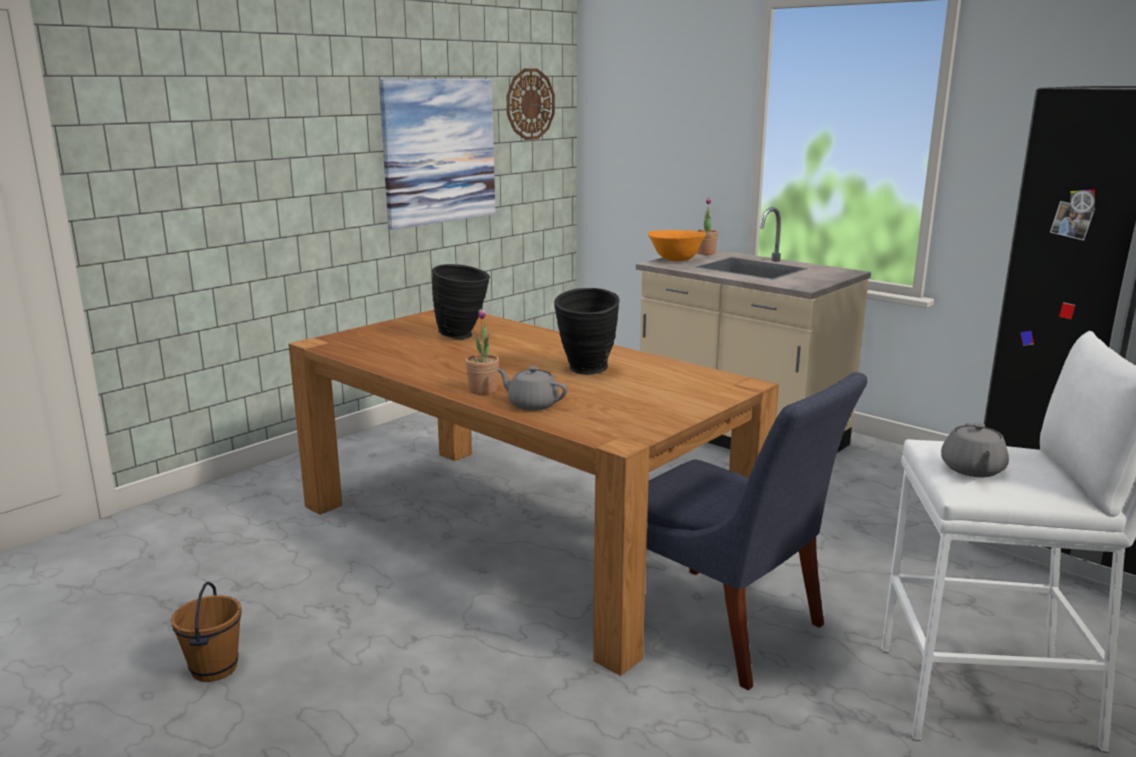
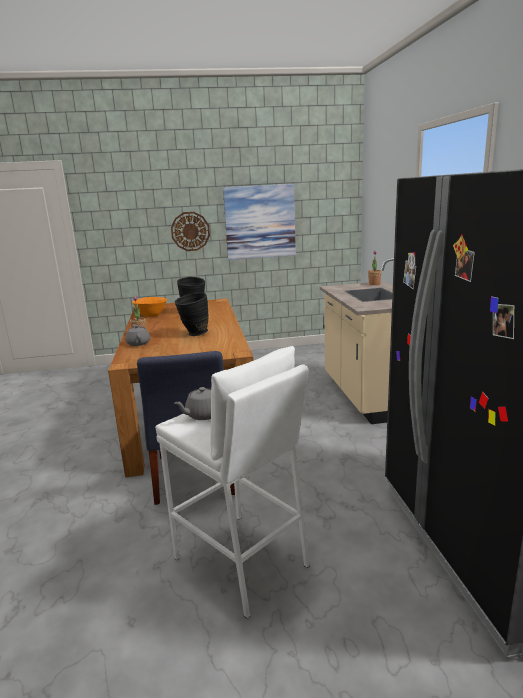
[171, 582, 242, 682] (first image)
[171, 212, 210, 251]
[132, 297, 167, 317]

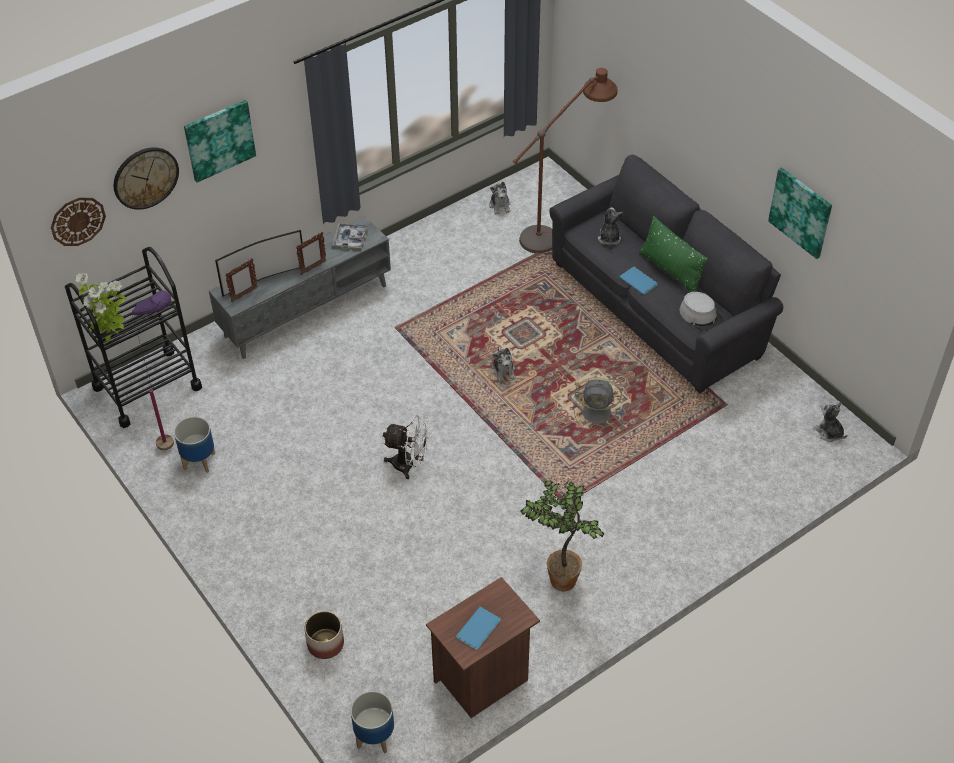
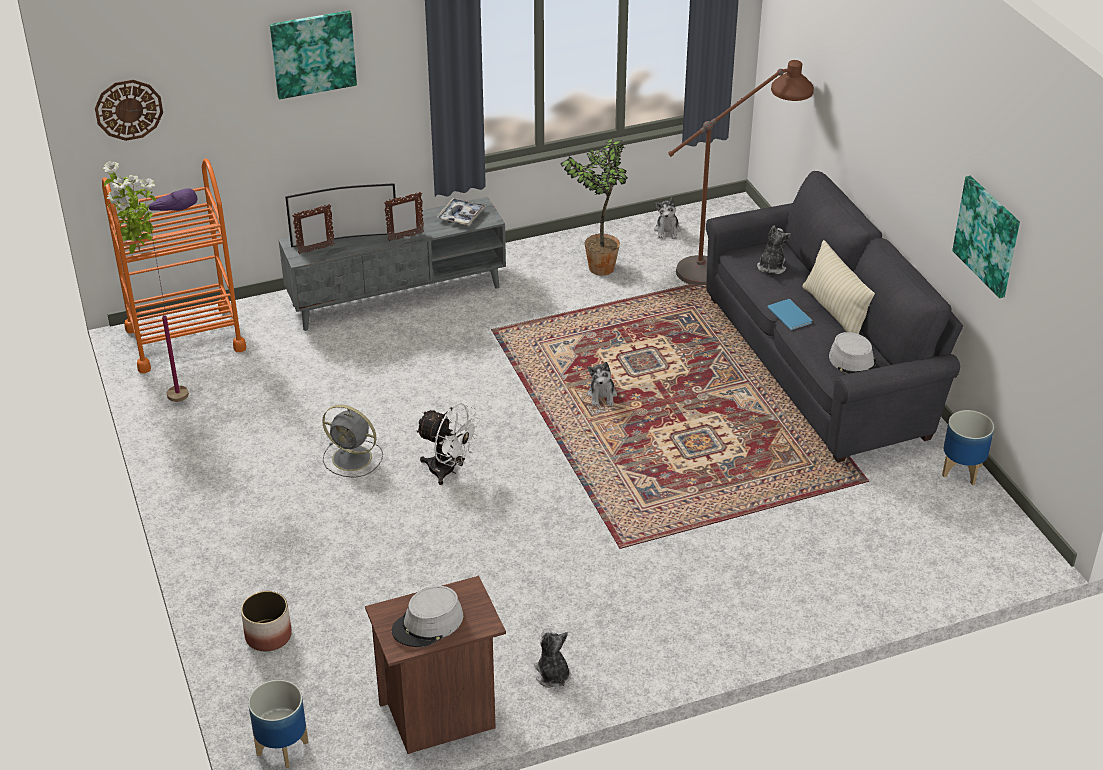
[114, 147, 179, 210] (first image)
[942, 410, 994, 485]
[560, 139, 627, 276]
[322, 405, 383, 478]
[534, 629, 571, 688]
[392, 586, 463, 647]
[102, 158, 246, 373]
[802, 240, 875, 334]

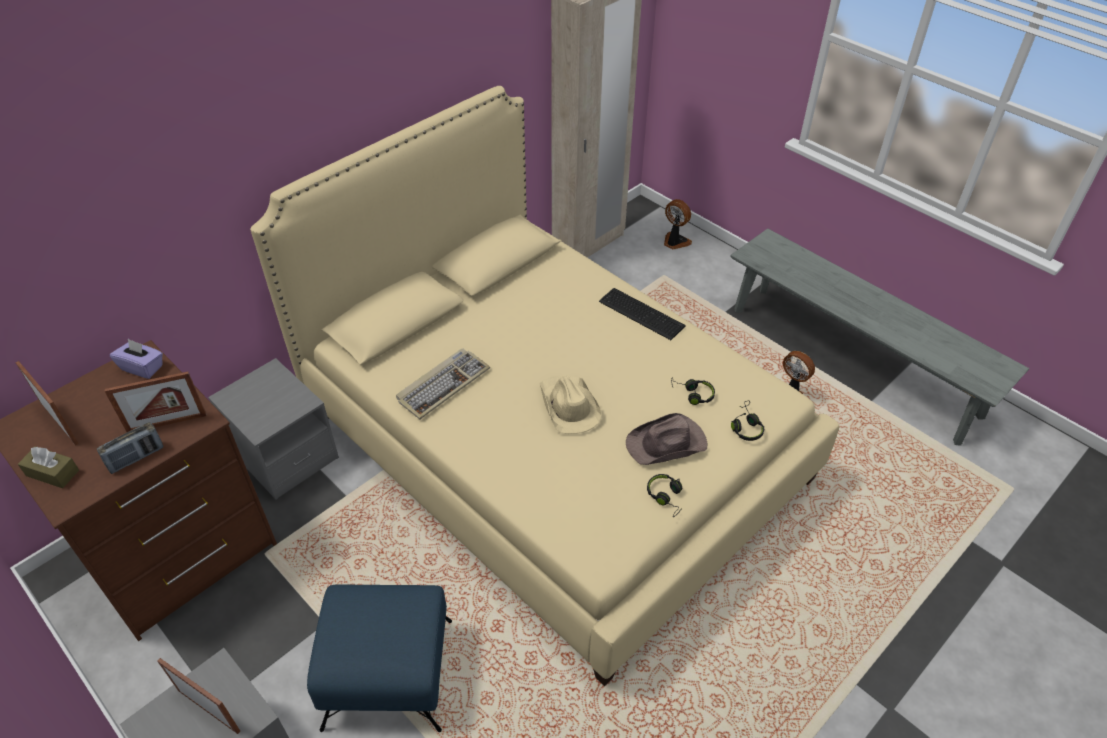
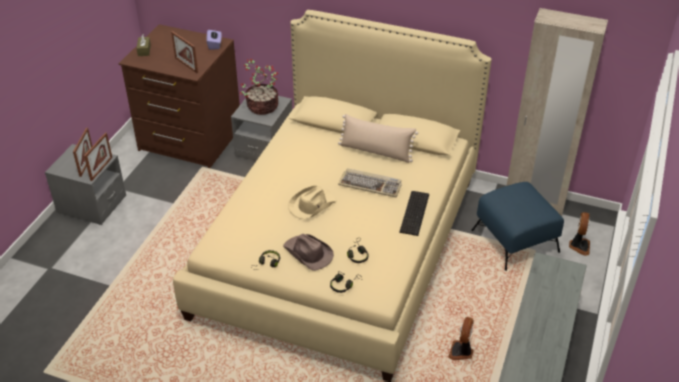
[97, 422, 163, 474] (first image)
[240, 59, 279, 115]
[338, 114, 418, 163]
[84, 132, 112, 181]
[471, 182, 564, 271]
[338, 168, 402, 197]

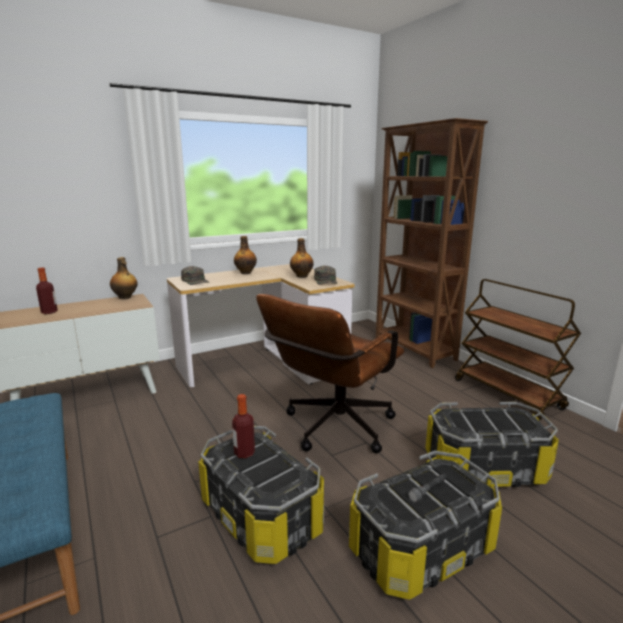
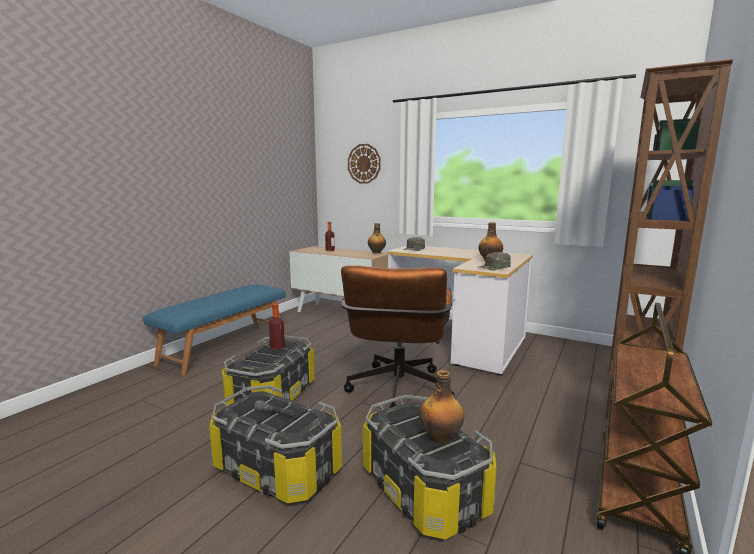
[348, 144, 381, 183]
[419, 370, 464, 445]
[341, 265, 455, 408]

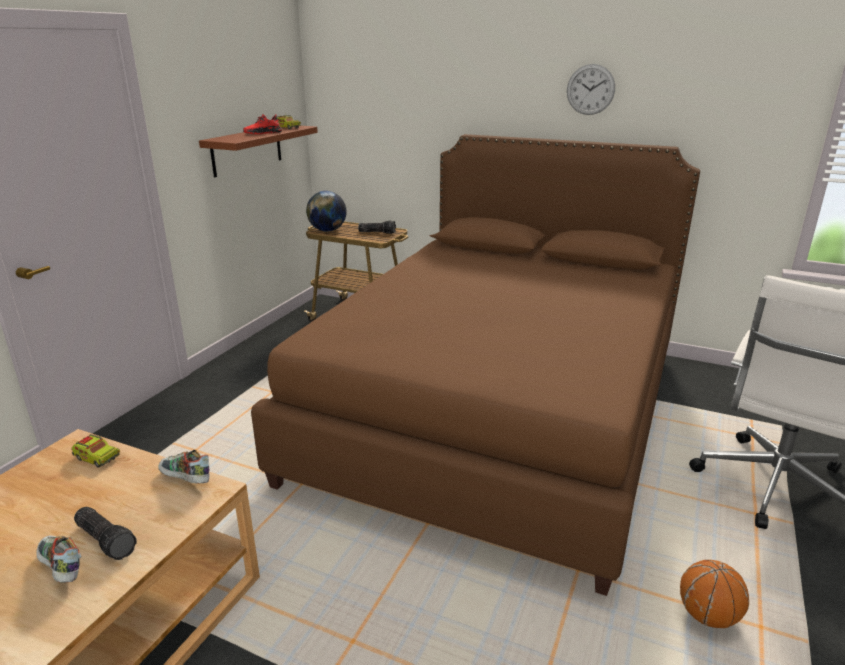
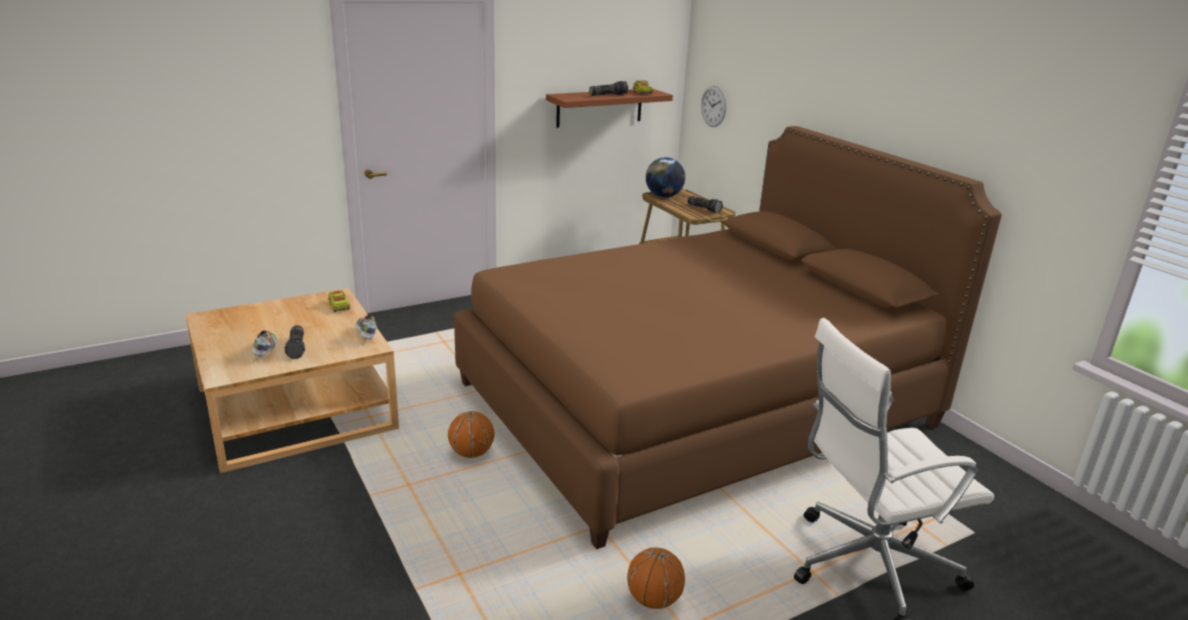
[448, 411, 495, 458]
[701, 86, 726, 127]
[589, 81, 628, 96]

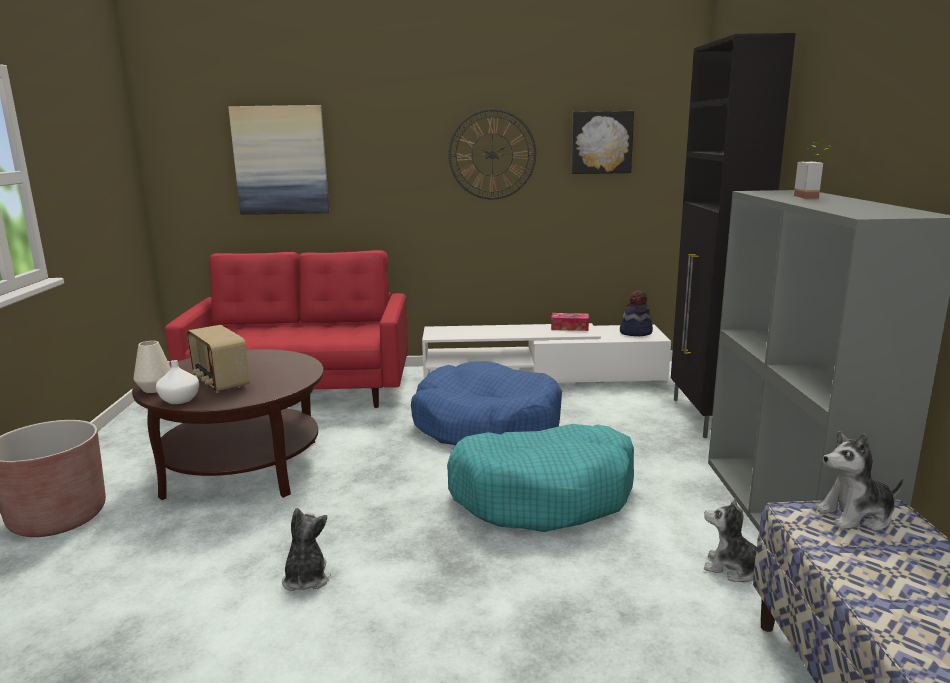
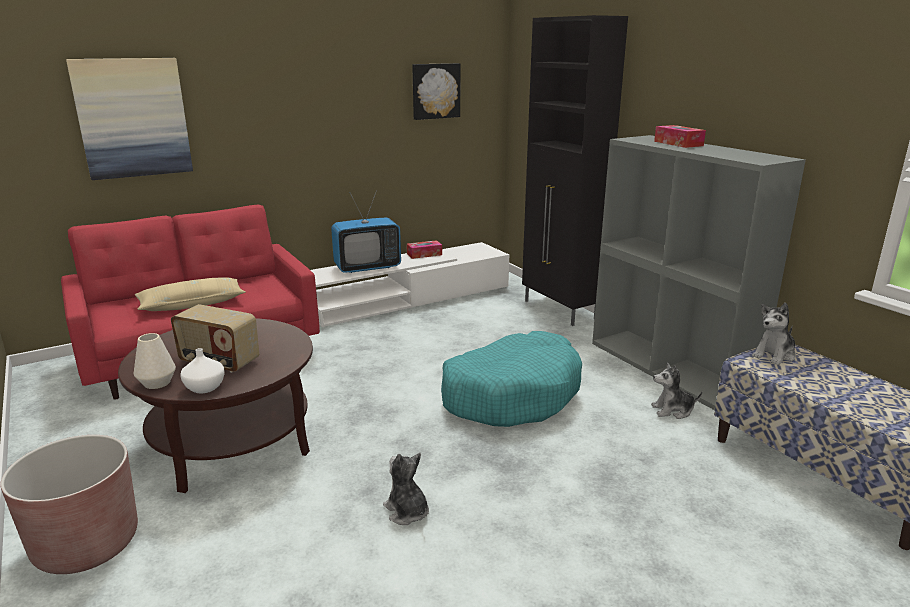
[411, 361, 562, 446] (first image)
[448, 109, 536, 200] (first image)
[620, 290, 653, 336] (first image)
[135, 277, 245, 311]
[331, 190, 401, 273]
[654, 125, 706, 148]

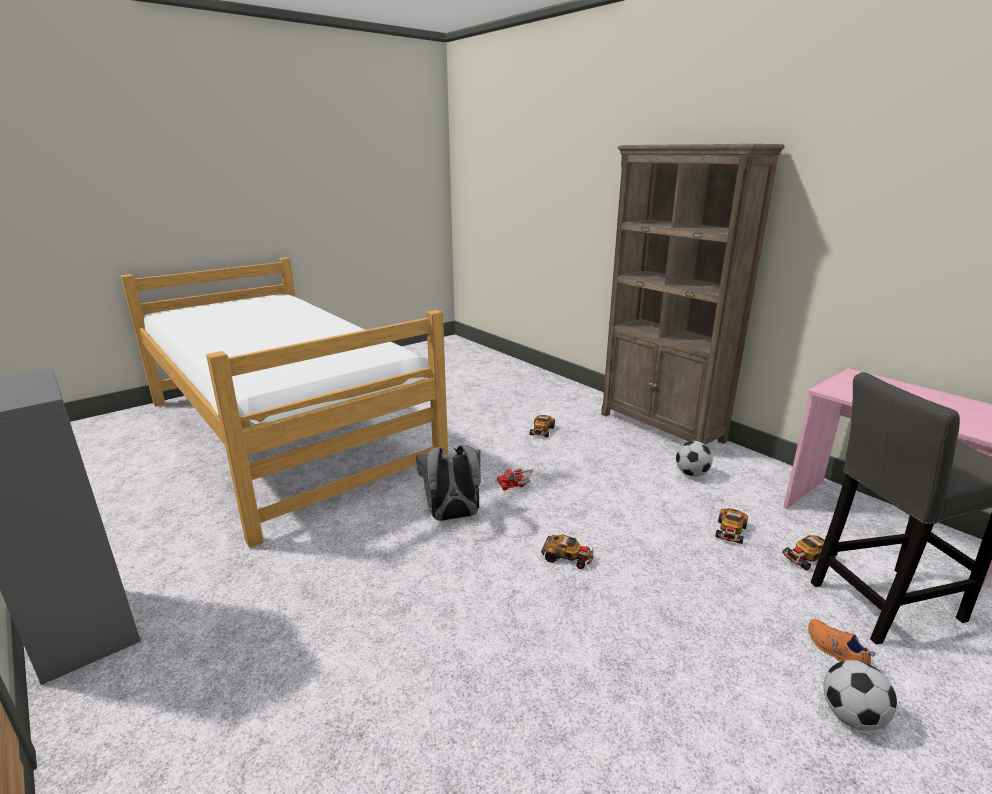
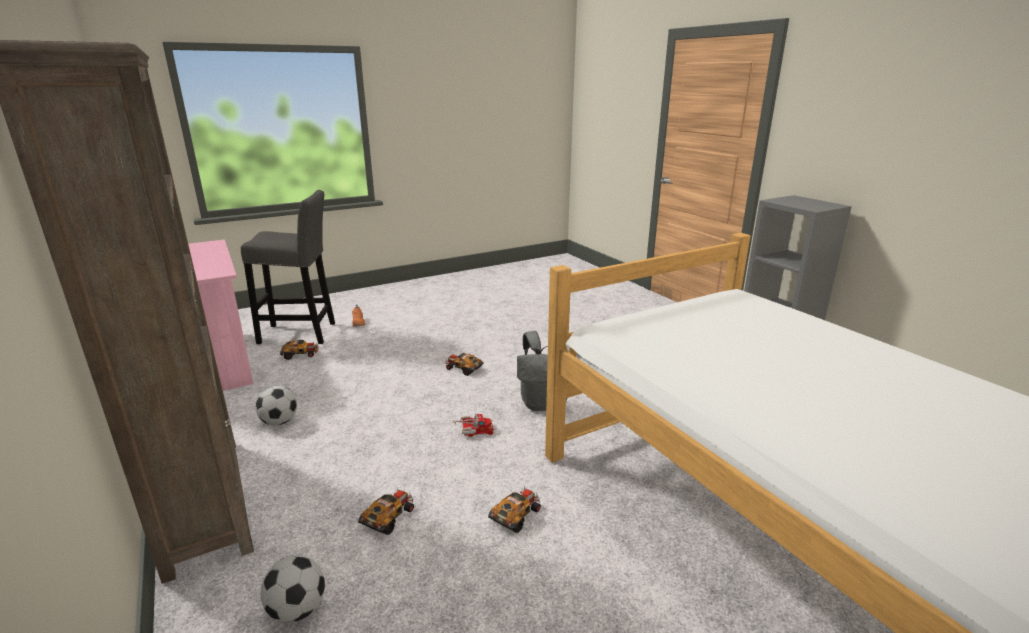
[488, 487, 542, 533]
[261, 555, 325, 622]

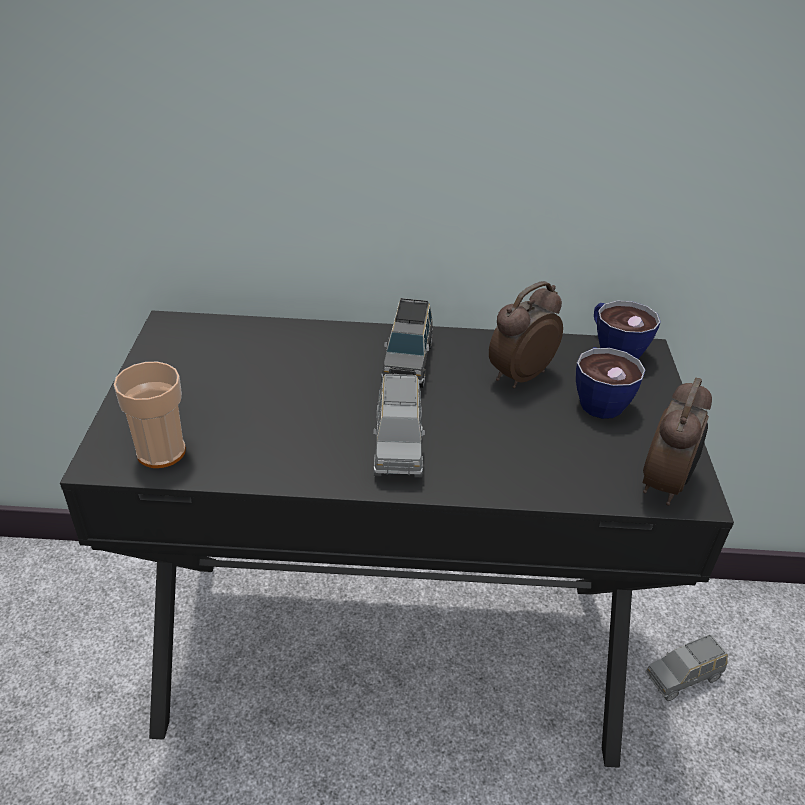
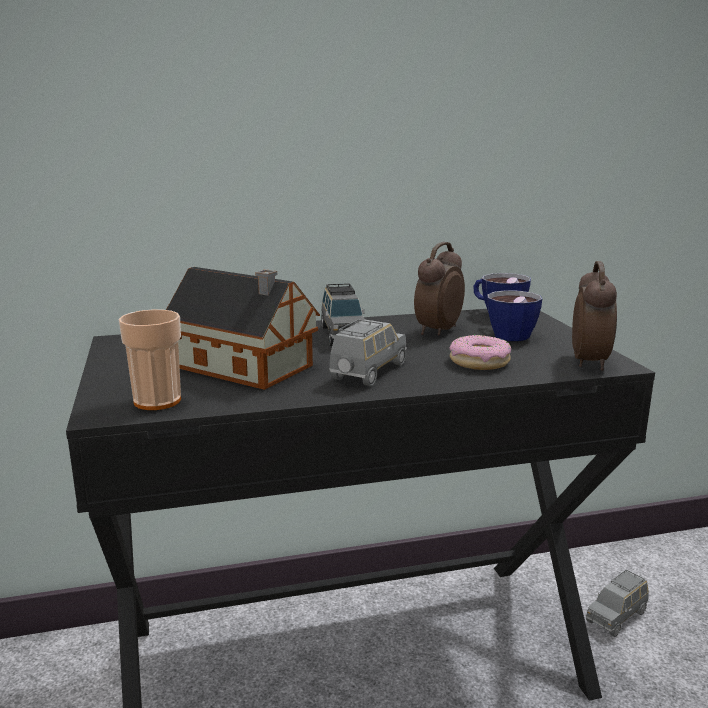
[166, 267, 320, 390]
[450, 335, 511, 370]
[329, 319, 407, 386]

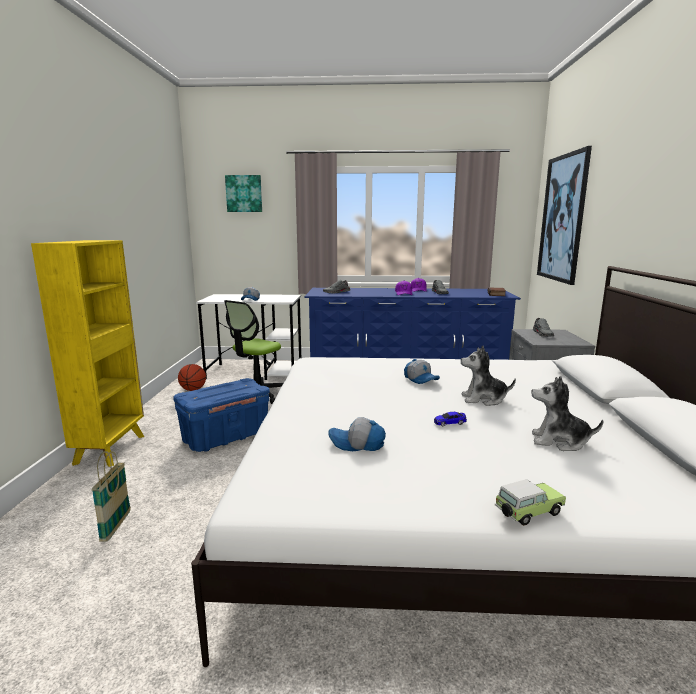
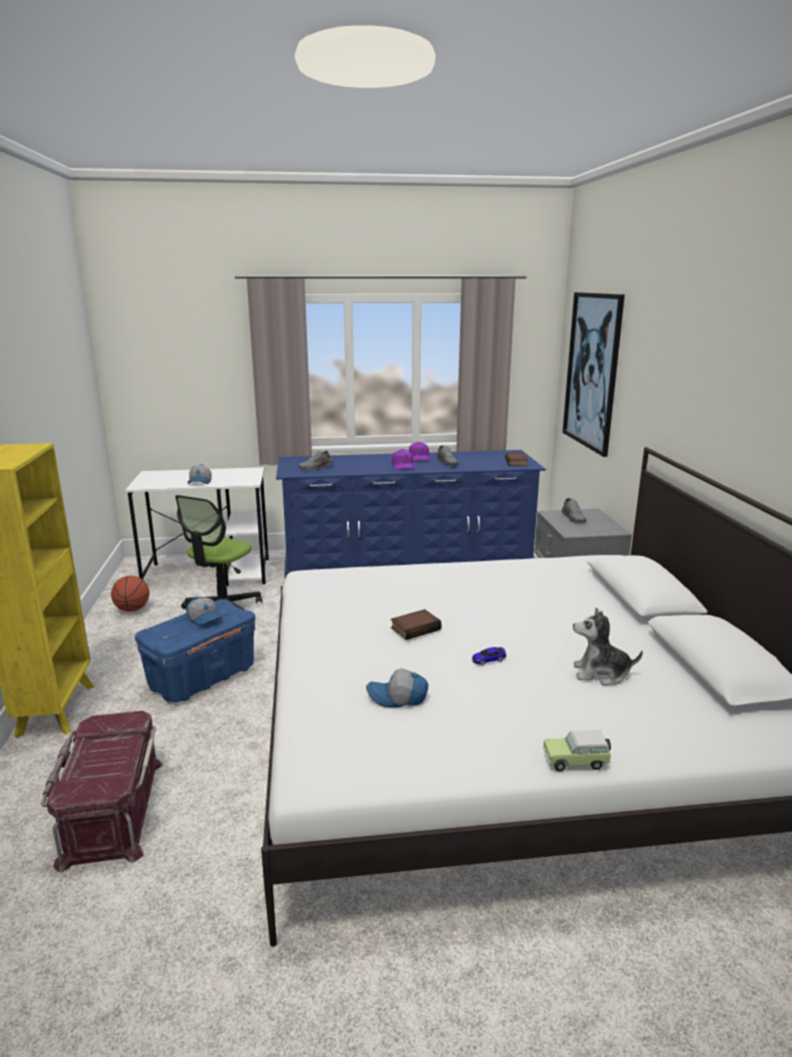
[225, 175, 262, 212] (first image)
[461, 346, 516, 406] (first image)
[391, 609, 441, 640]
[186, 596, 223, 626]
[41, 711, 163, 873]
[543, 730, 611, 771]

